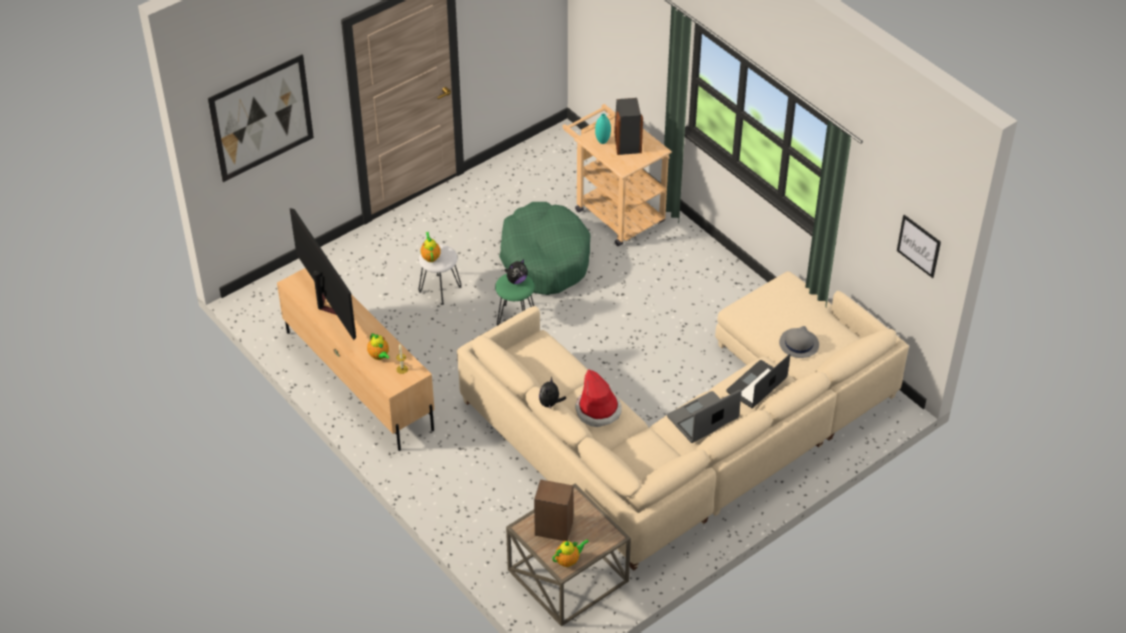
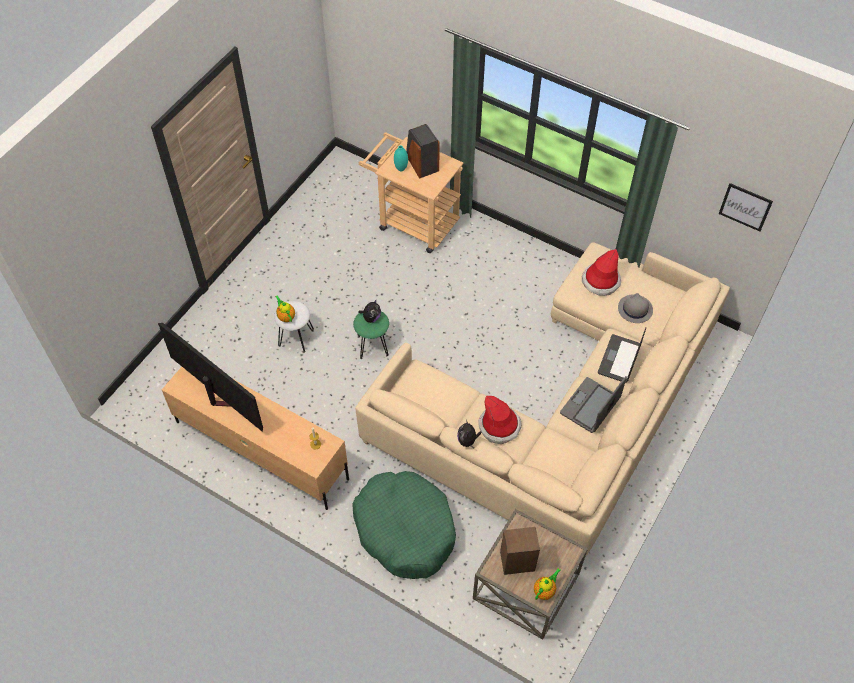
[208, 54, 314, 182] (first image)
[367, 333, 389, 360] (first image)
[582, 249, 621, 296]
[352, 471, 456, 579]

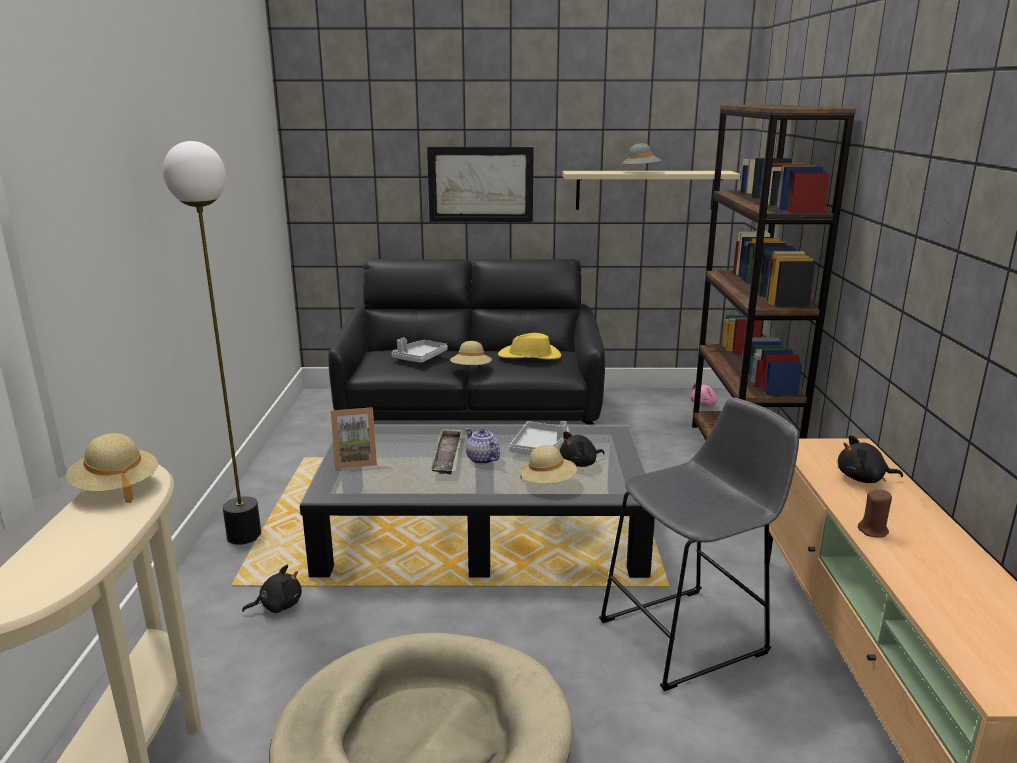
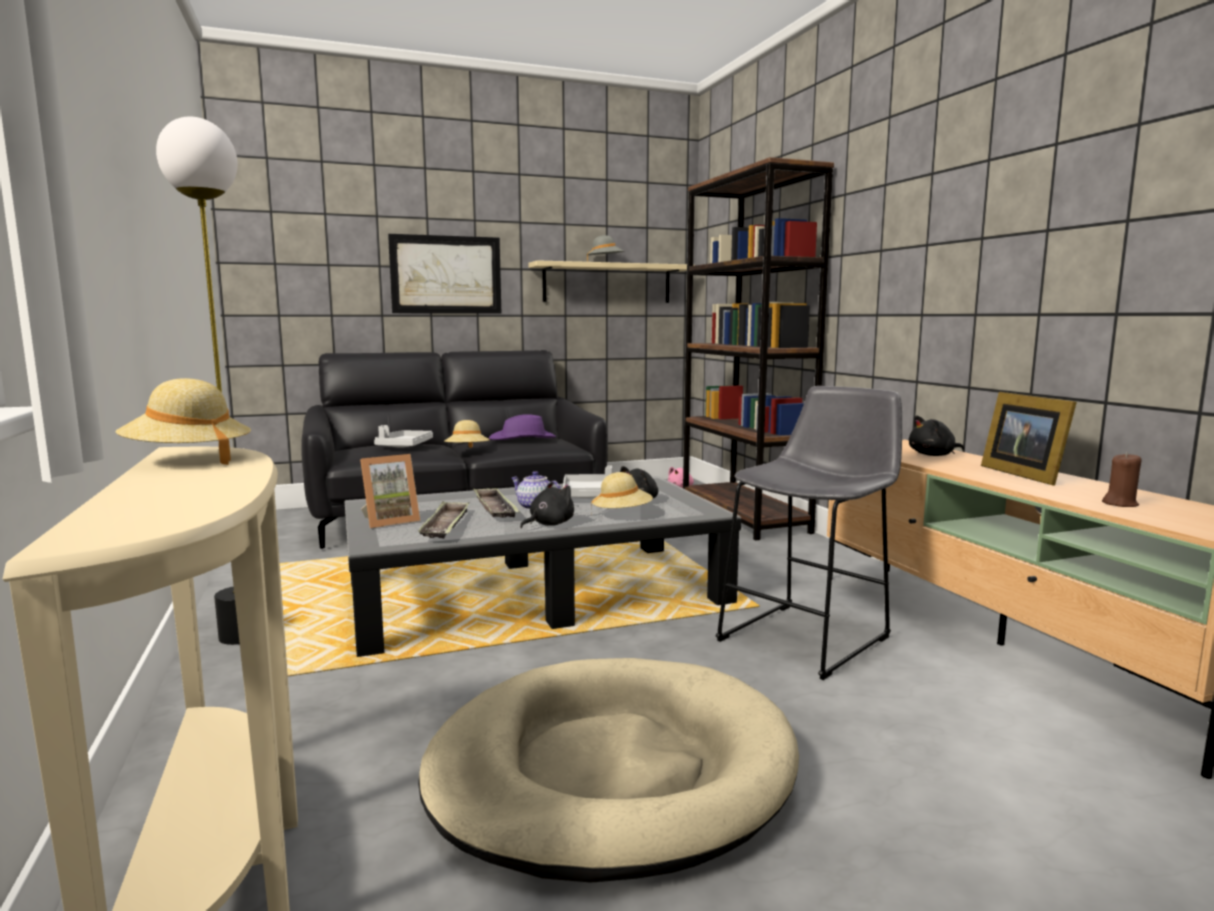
[418, 501, 469, 539]
[981, 392, 1077, 486]
[520, 482, 574, 528]
[1102, 452, 1142, 507]
[489, 414, 556, 440]

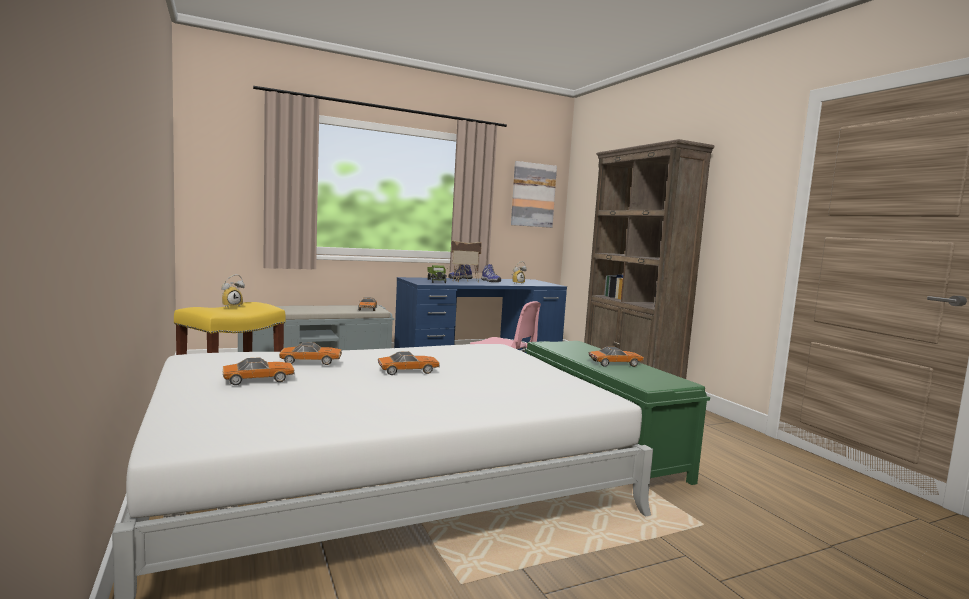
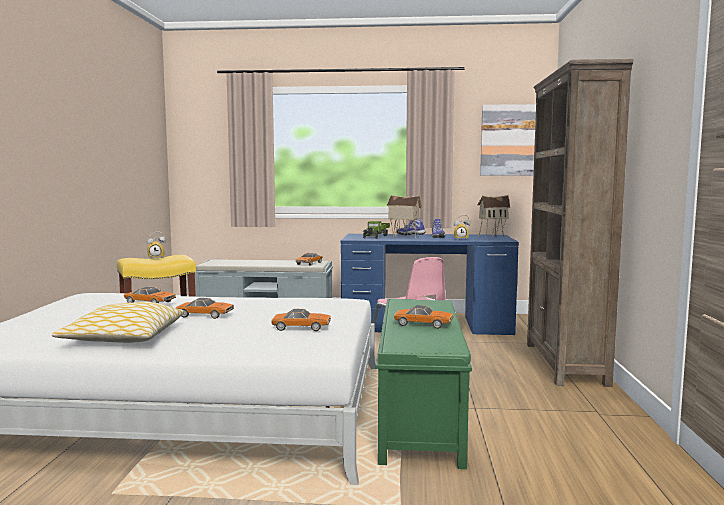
[52, 302, 185, 343]
[478, 195, 510, 238]
[271, 309, 331, 331]

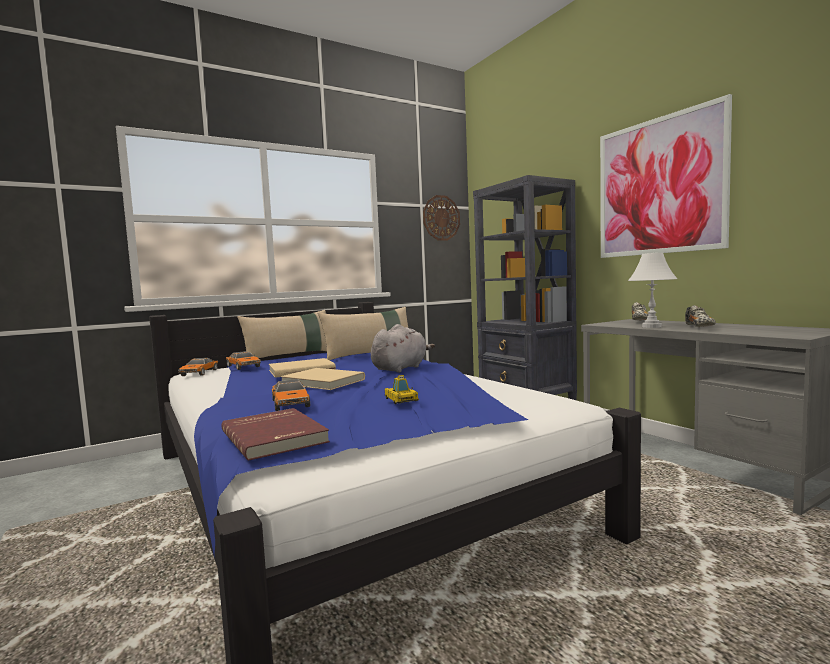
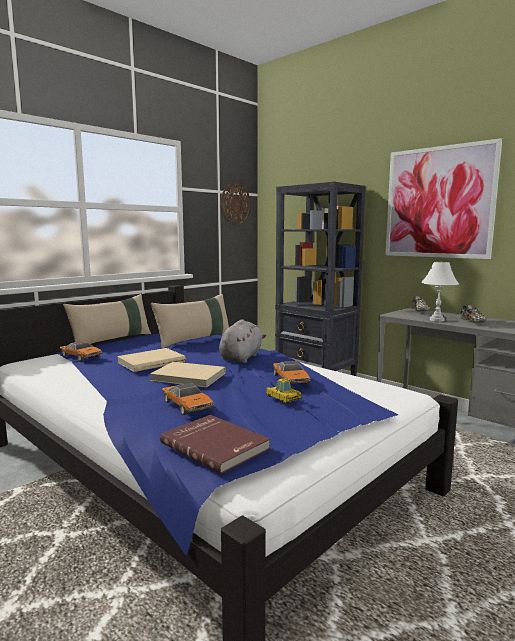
[273, 361, 311, 384]

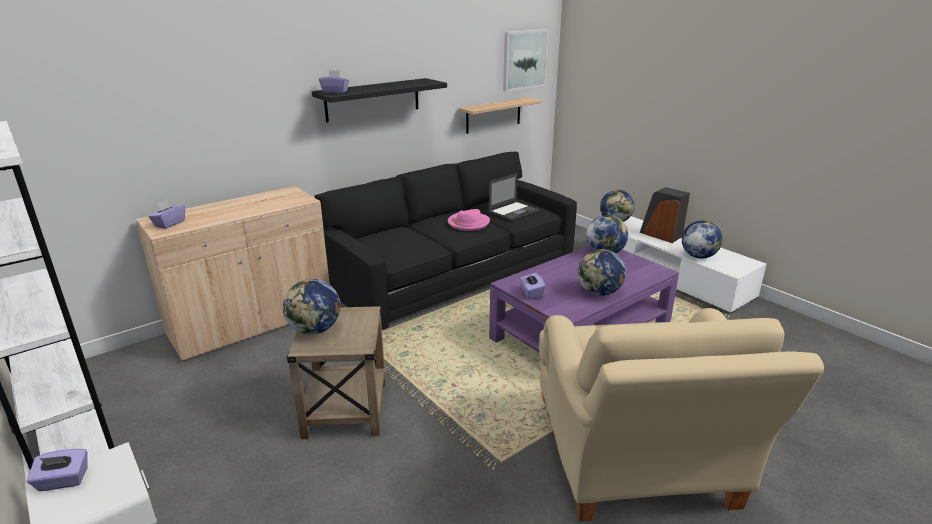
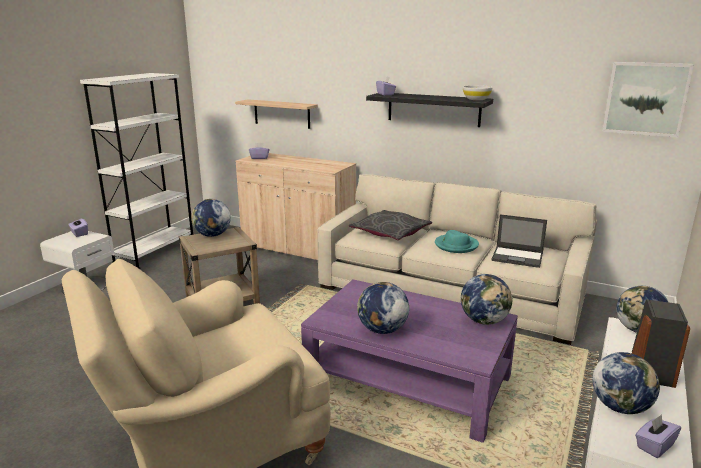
[349, 210, 432, 240]
[463, 85, 493, 100]
[235, 99, 318, 129]
[635, 414, 681, 458]
[317, 174, 597, 345]
[435, 230, 479, 253]

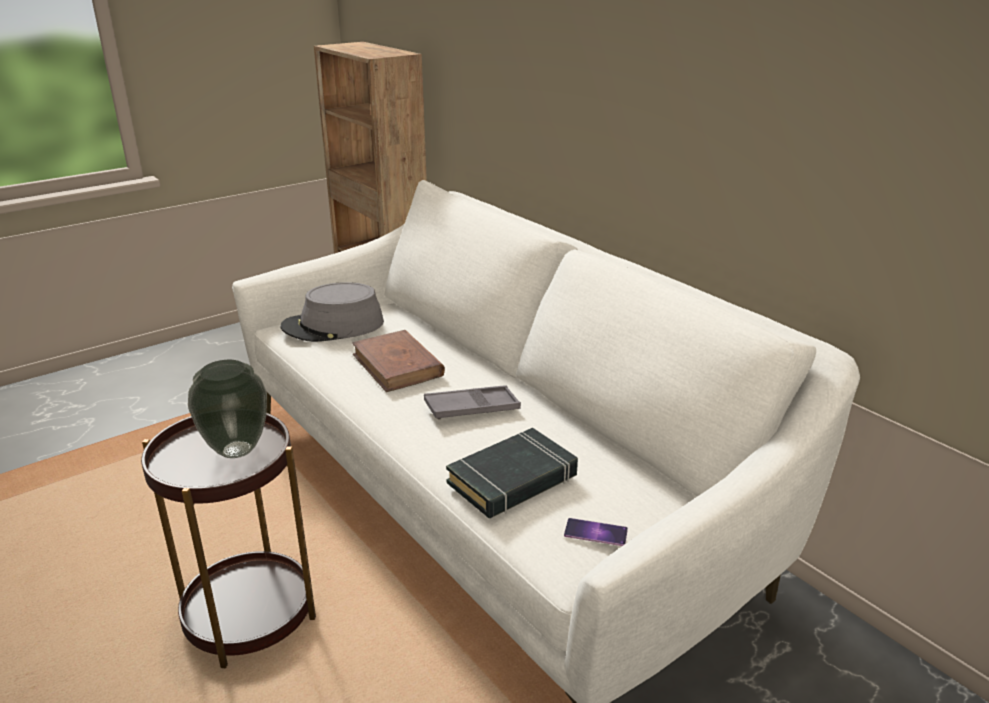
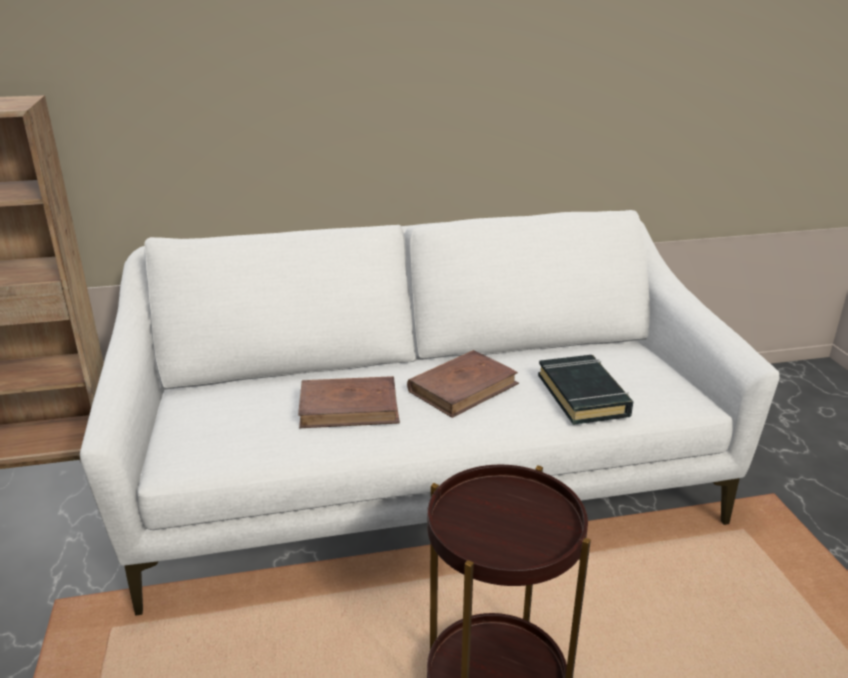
[188, 360, 267, 458] (first image)
[281, 282, 384, 342] (first image)
[564, 518, 628, 546] (first image)
[407, 350, 519, 418]

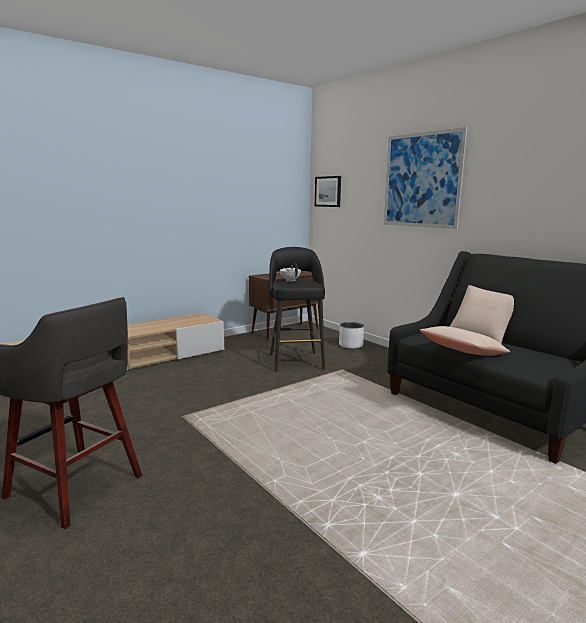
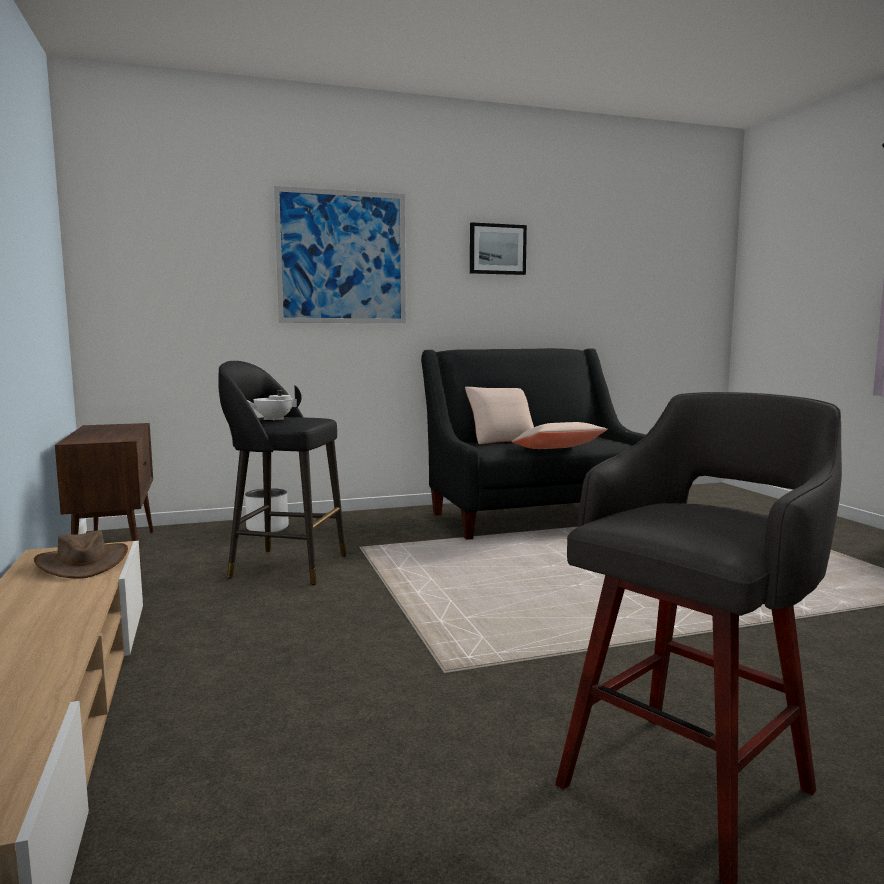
[34, 530, 128, 578]
[470, 222, 527, 275]

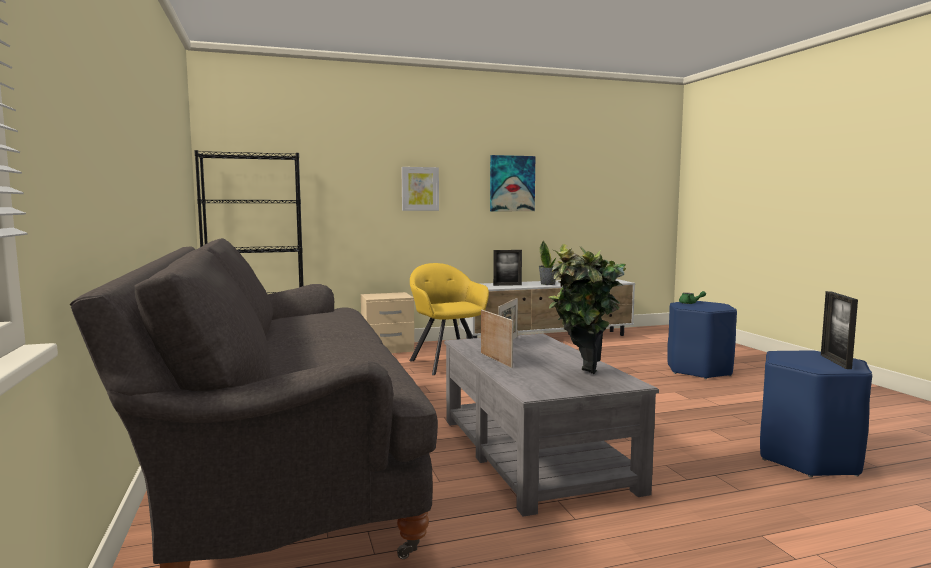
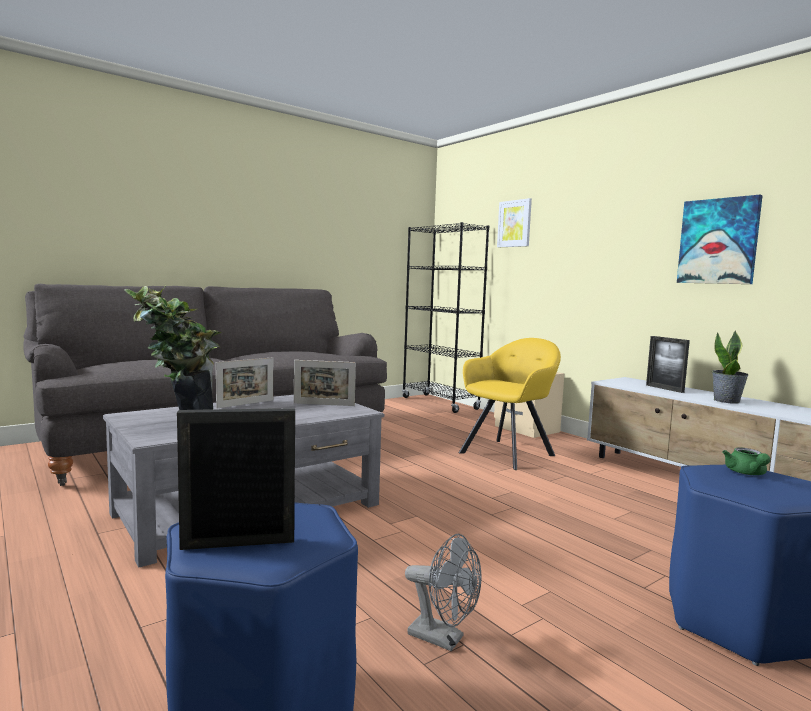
[405, 534, 481, 651]
[497, 198, 532, 247]

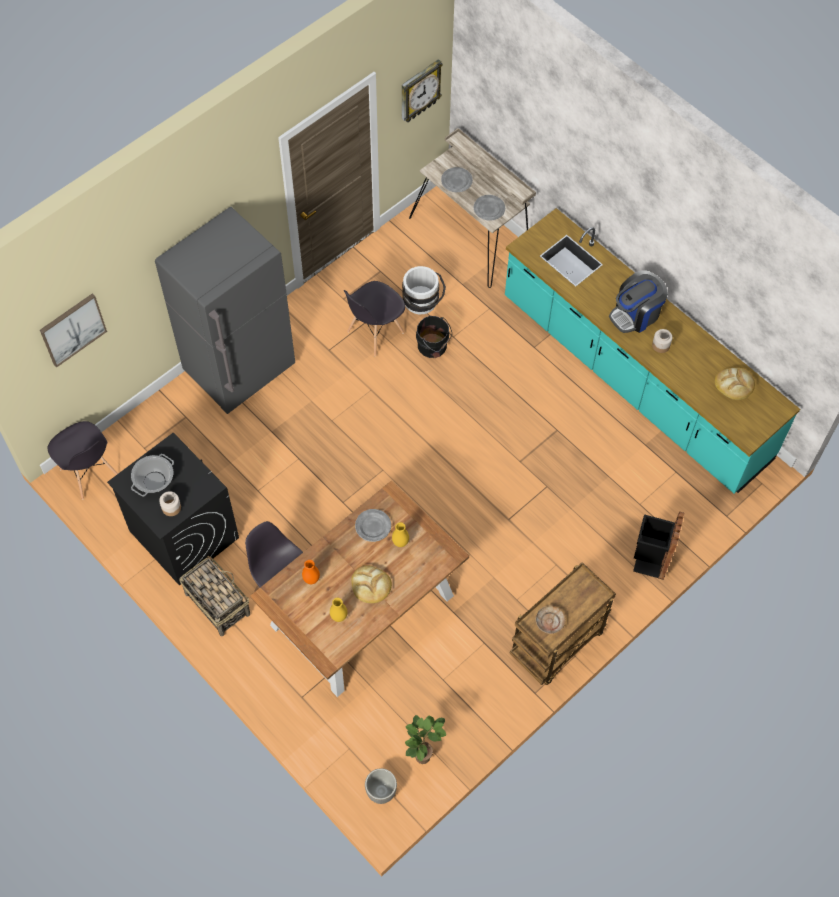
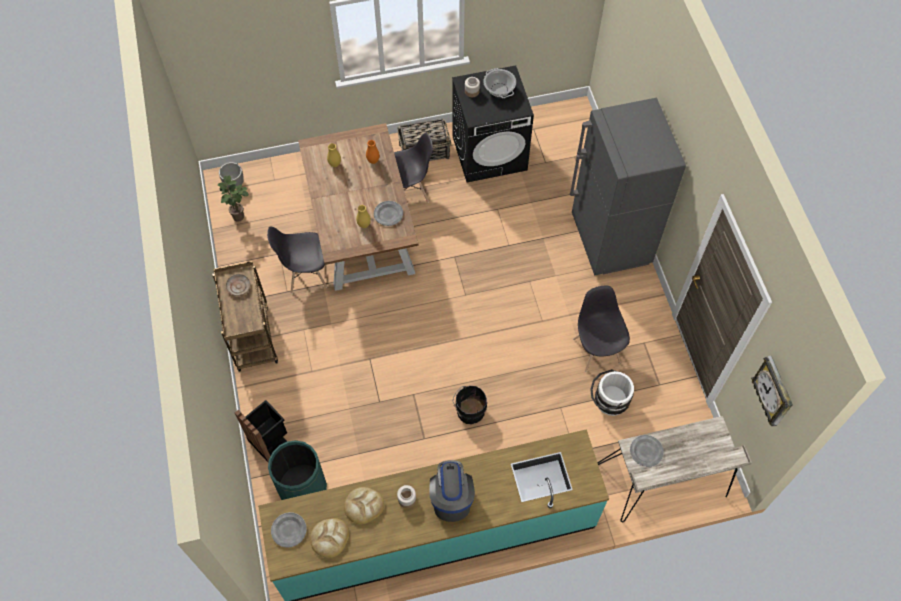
[40, 293, 107, 368] (first image)
[268, 440, 327, 500]
[267, 226, 327, 294]
[344, 487, 385, 524]
[453, 386, 487, 424]
[271, 512, 307, 548]

